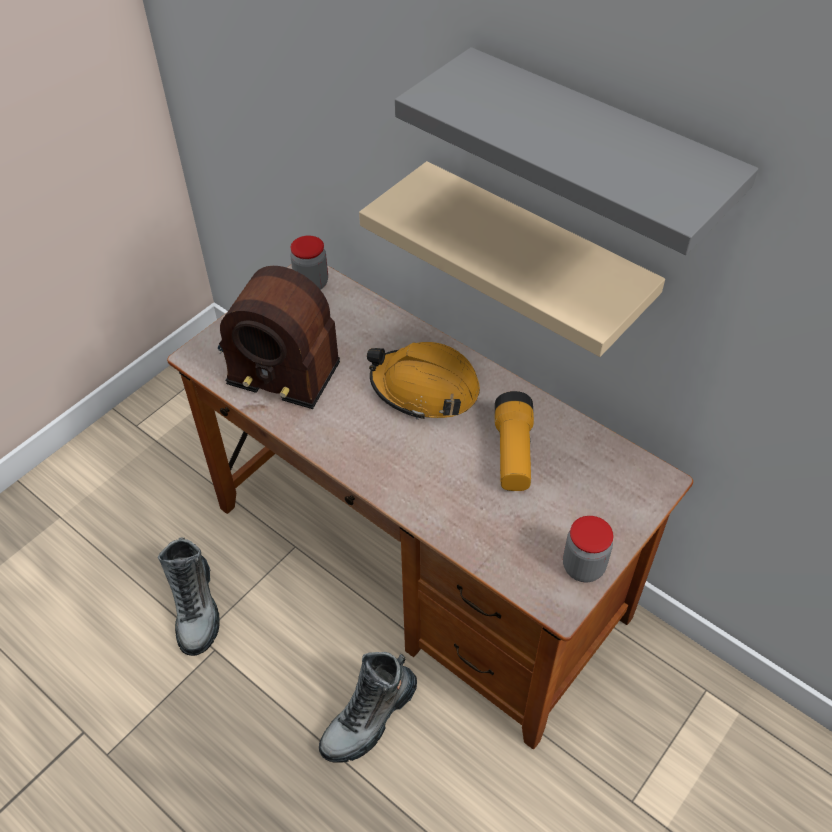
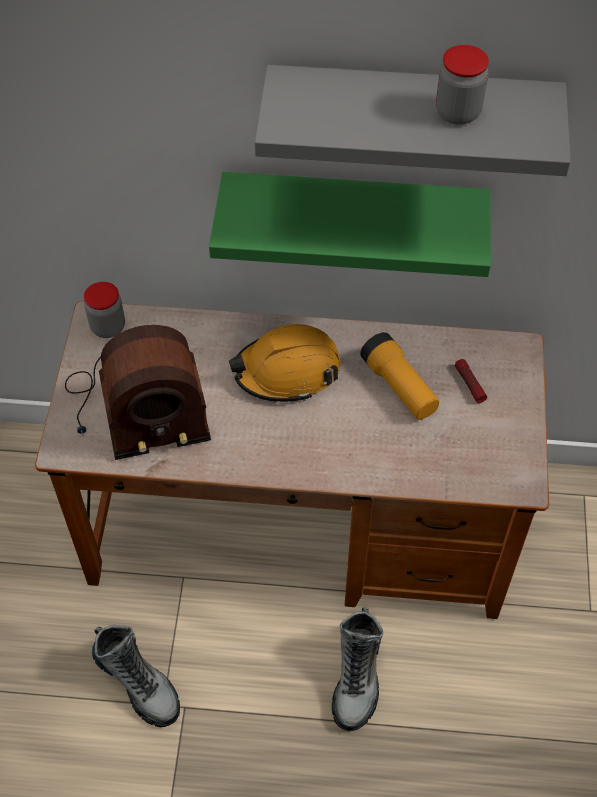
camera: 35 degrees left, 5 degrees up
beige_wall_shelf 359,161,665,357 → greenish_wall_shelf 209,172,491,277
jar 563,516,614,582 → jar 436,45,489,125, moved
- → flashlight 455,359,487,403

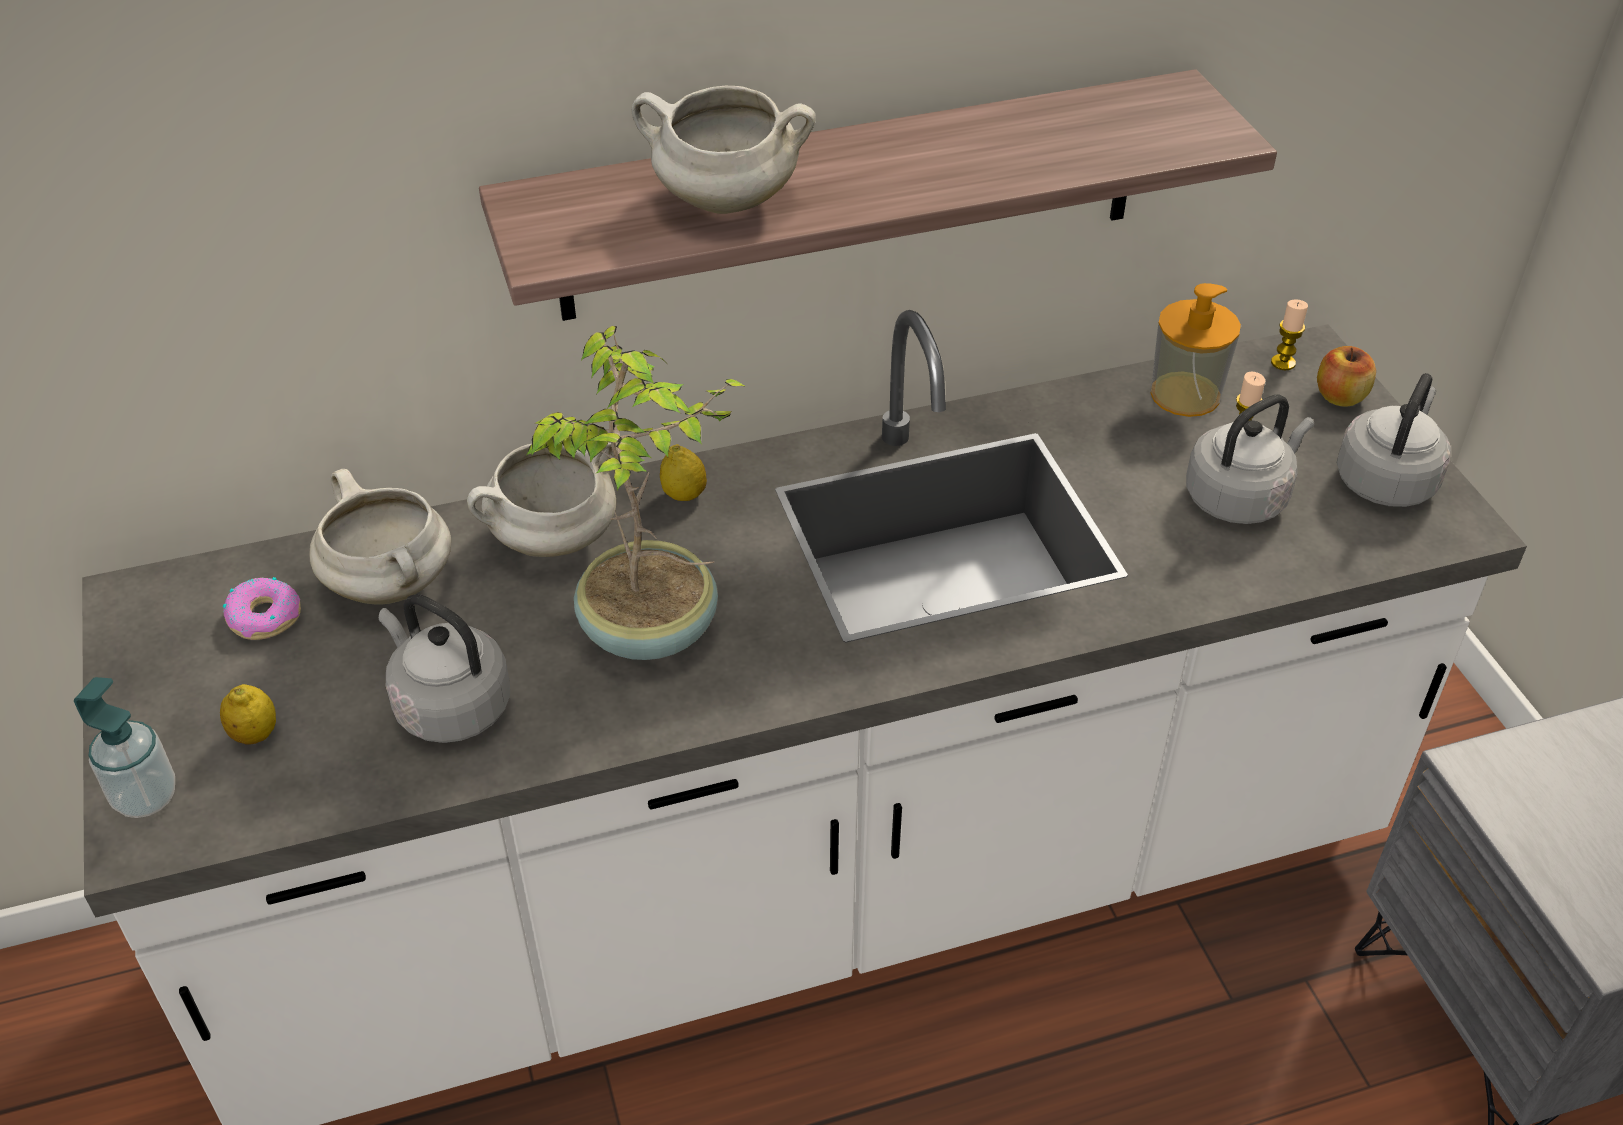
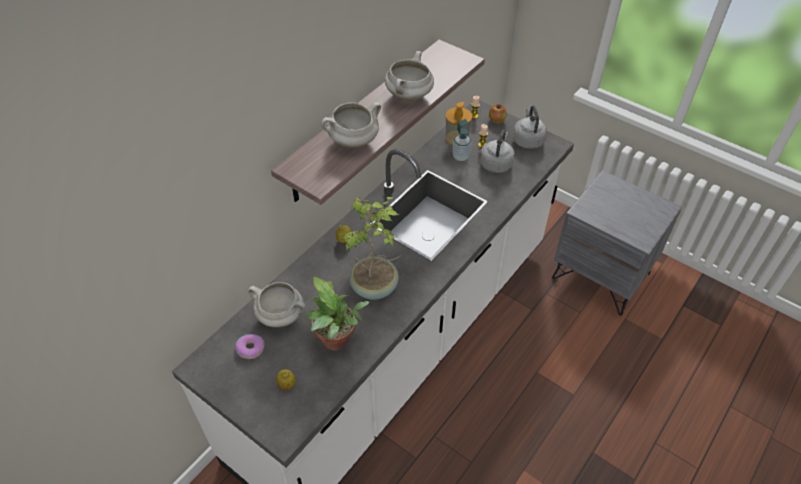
camera: 35 degrees left, 5 degrees up
grey_kettle 379,594,510,743 → potted_plant 307,276,370,351
white-coloured_cooking_pot 467,442,616,557 → white-coloured_cooking_pot 385,51,434,101, moved
soap_dispenser 74,677,175,818 → soap_dispenser 453,119,472,161, moved

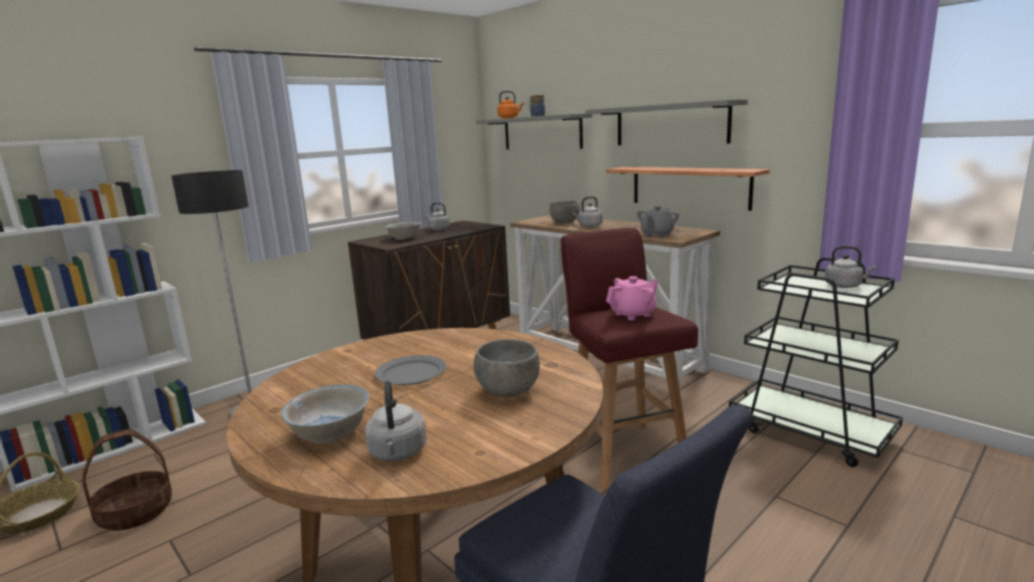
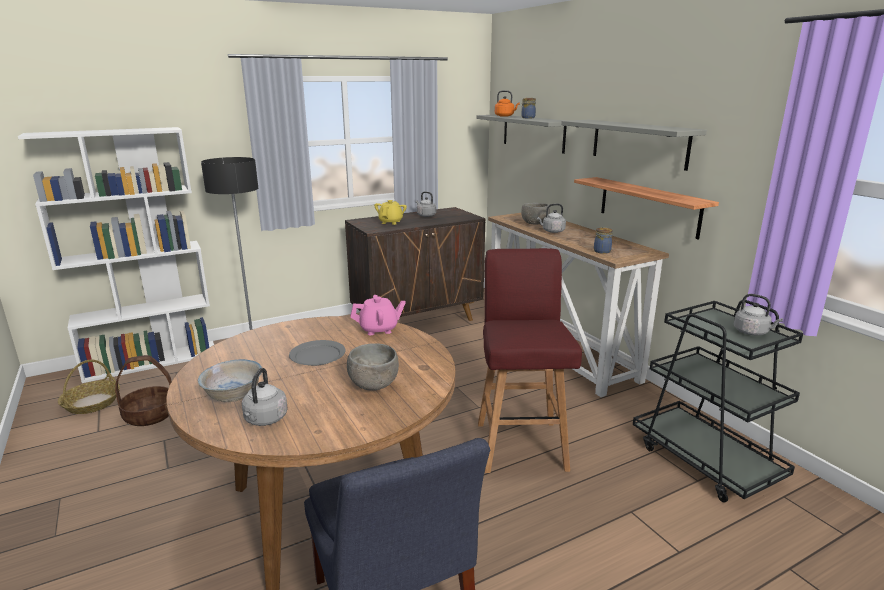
camera: 15 degrees right, 5 degrees up
pink-coloured_teapot 606,276,658,320 → pink-coloured_teapot 350,295,406,335, moved
white-coloured_serving_bowl 385,222,421,240 → yellowish_teapot 374,200,407,225
grey_teapot 637,206,679,238 → jar 594,227,613,254

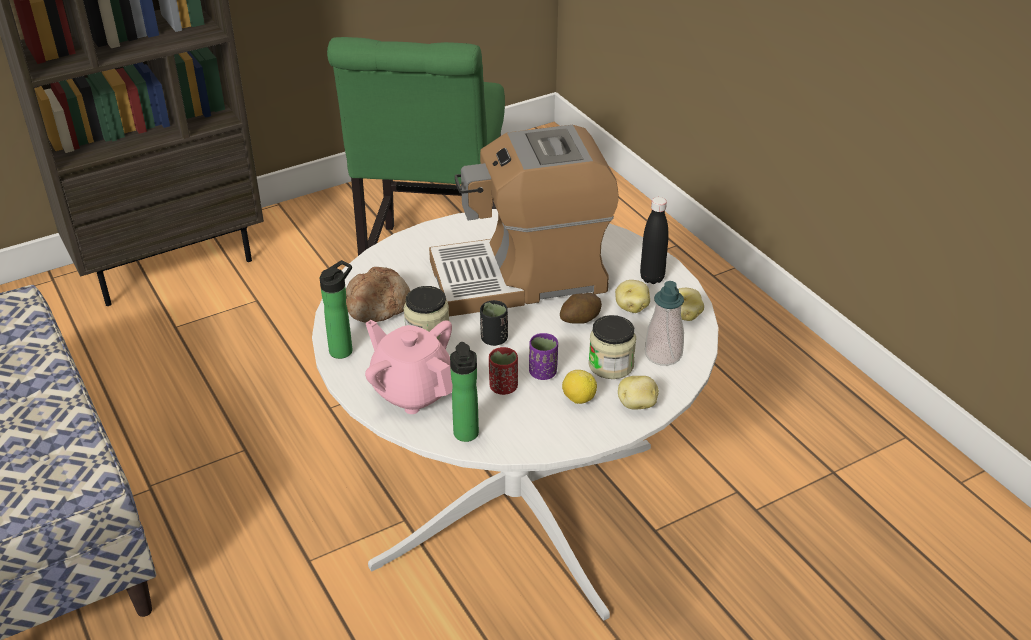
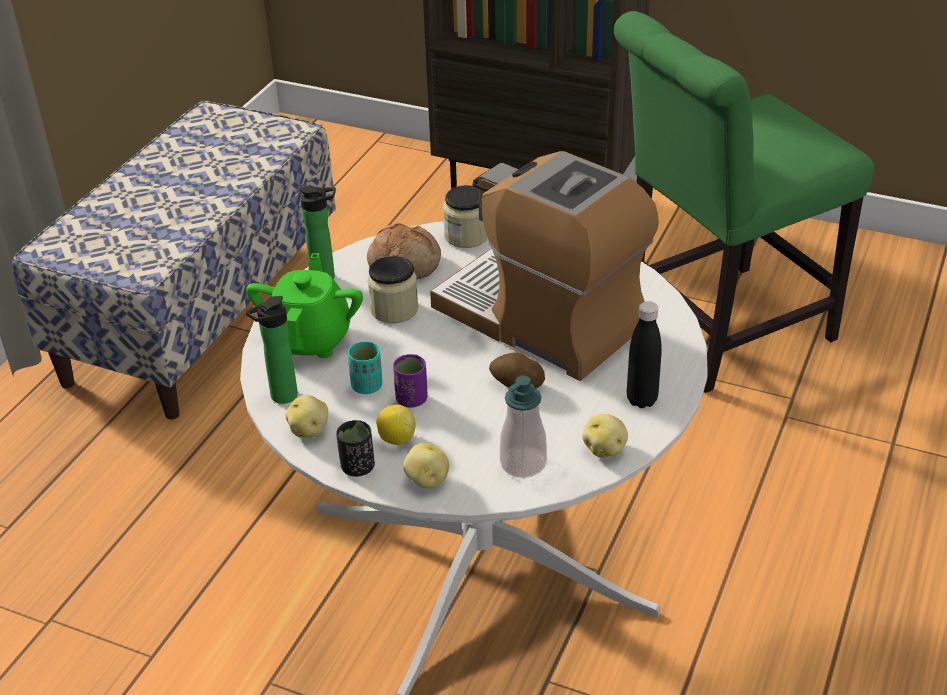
camera: 55 degrees right, 0 degrees up
pink-coloured_teapot 365,320,453,414 → greenish_teapot 246,253,363,358
spud 615,280,650,313 → spud 285,395,328,438, moved
black_small_cup 480,300,508,346 → black_small_cup 336,420,375,477, moved
red_small_cup 489,347,518,395 → blue-green_small_cup 348,341,382,394
jar 589,315,636,379 → jar 443,185,488,248, moved

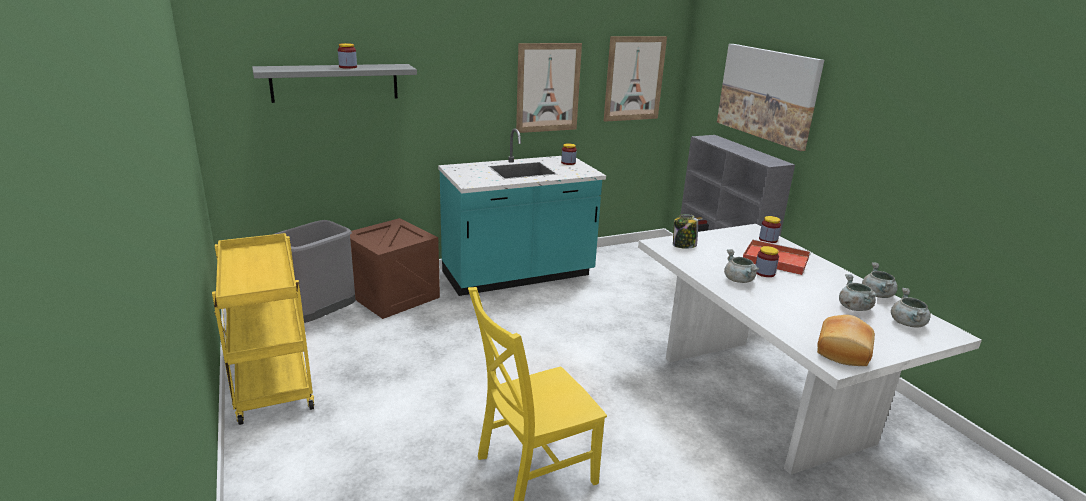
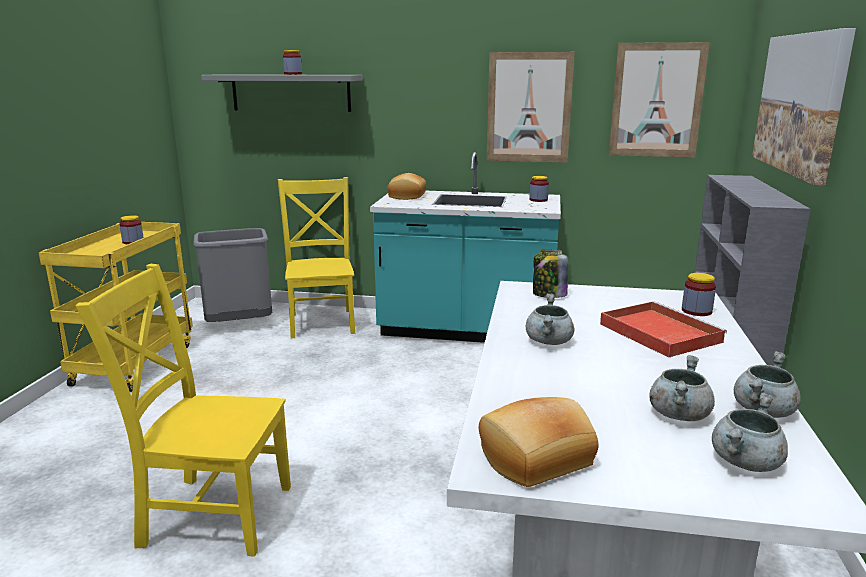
camera: 35 degrees right, 5 degrees down
jar 755,246,779,277 → jar 119,215,144,245, moved
shipping_crate 350,218,440,319 → yellowish_chair 278,177,355,338
- → bread 387,173,426,200

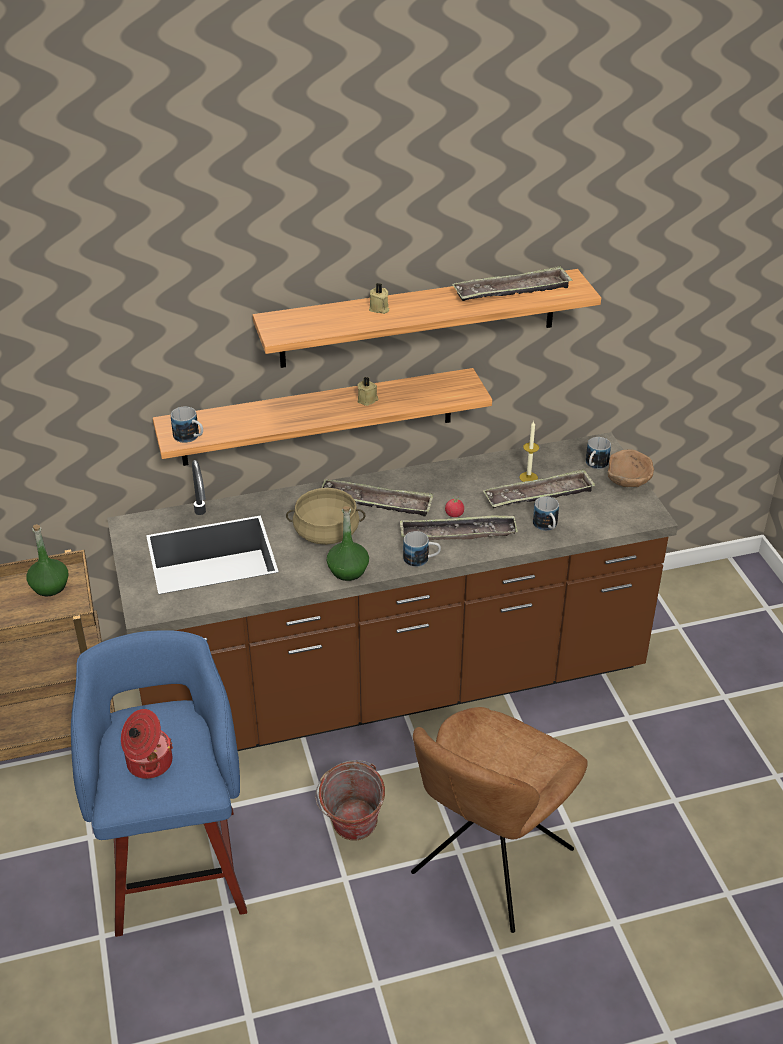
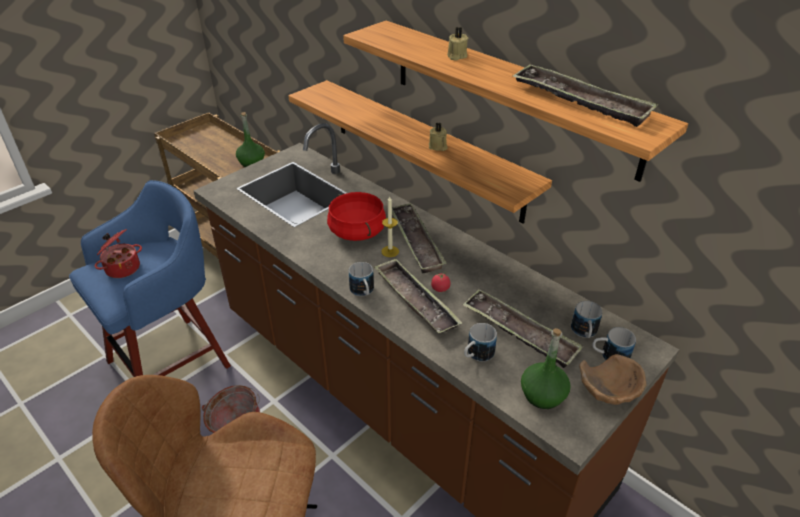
camera: 60 degrees right, 0 degrees up
beige_cooking_pot 286,488,365,545 → red_cooking_pot 327,192,386,241
wax_light 519,421,539,482 → wax_light 381,196,399,257, moved
greenish_beverage_bottle 327,506,369,581 → greenish_beverage_bottle 521,328,571,409, moved
tea_mug 171,407,203,443 → tea_mug 571,301,602,338, moved

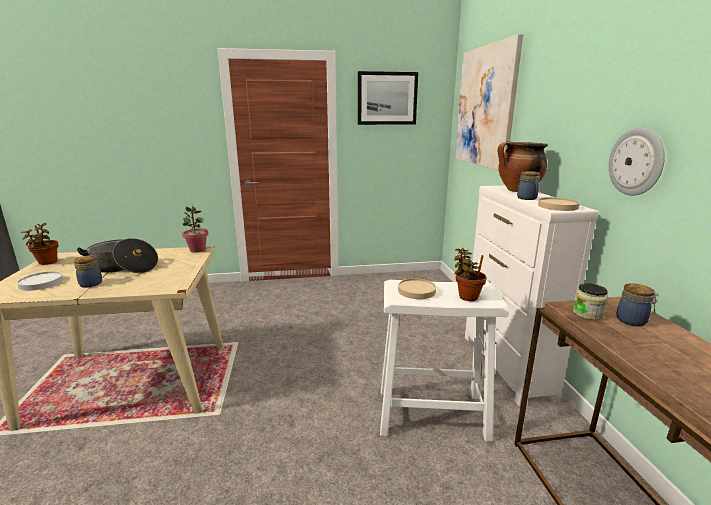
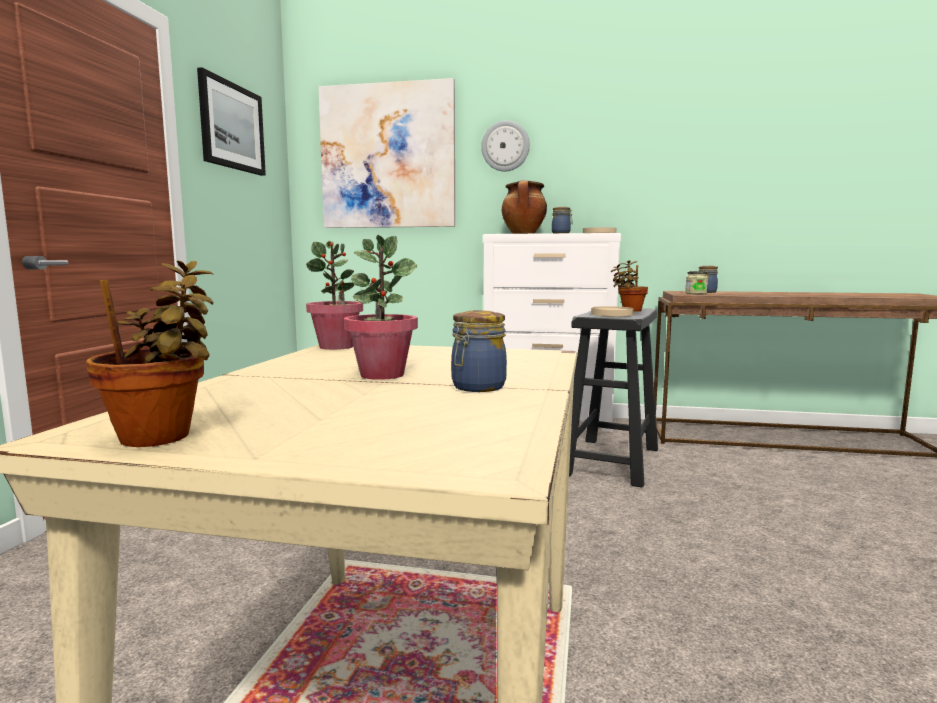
camera: 70 degrees left, 10 degrees down
cooking_pot 77,238,158,273 → potted_plant 344,235,418,380
wall_clock 609,128,665,196 → wall_clock 481,120,530,171, moved
white-coloured_sitting_stool 380,280,509,442 → black_sitting_stool 569,308,658,488
white-coloured_dinner_plate 17,271,63,291 → -

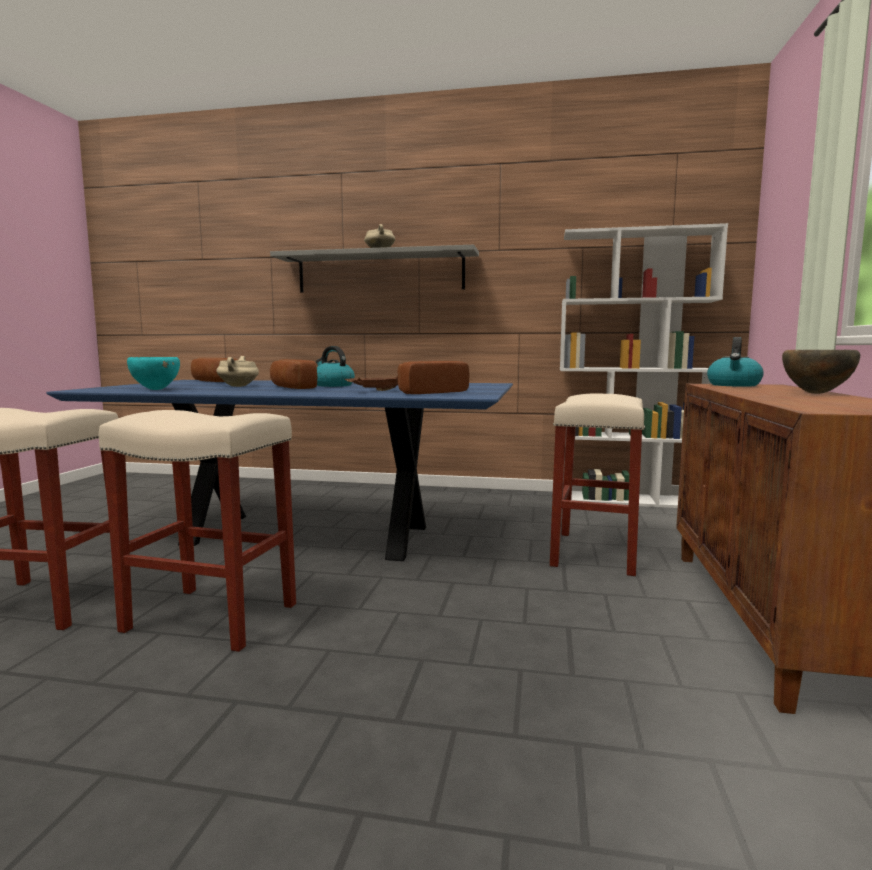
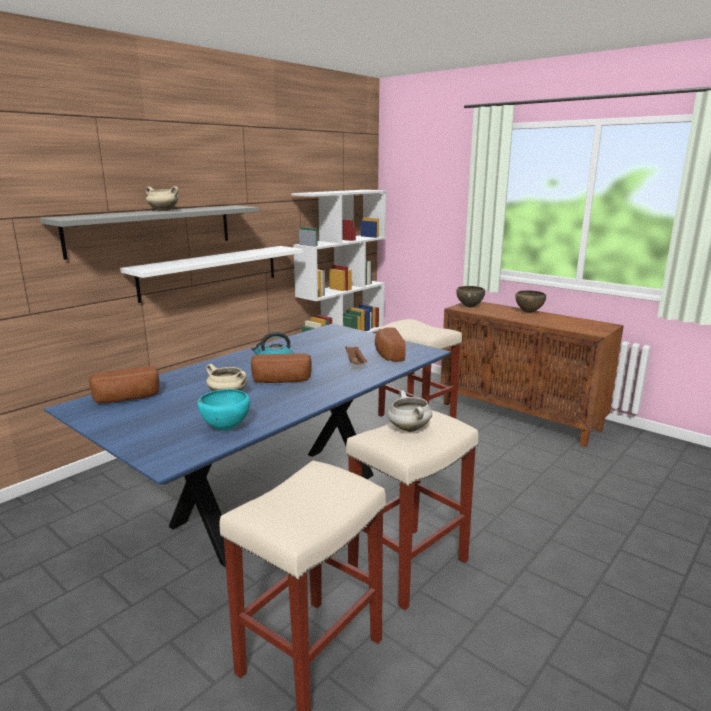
camera: 60 degrees left, 10 degrees up
- → white-coloured_wall_shelf 120,246,303,303
- → white-coloured_cooking_pot 387,390,432,432
kettle 707,337,764,387 → brown-coloured_serving_bowl 456,286,485,307

